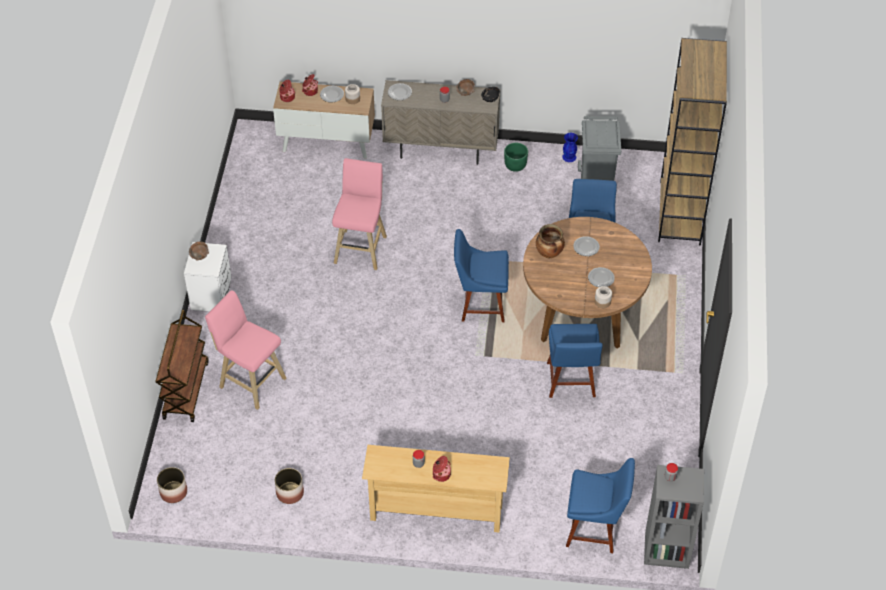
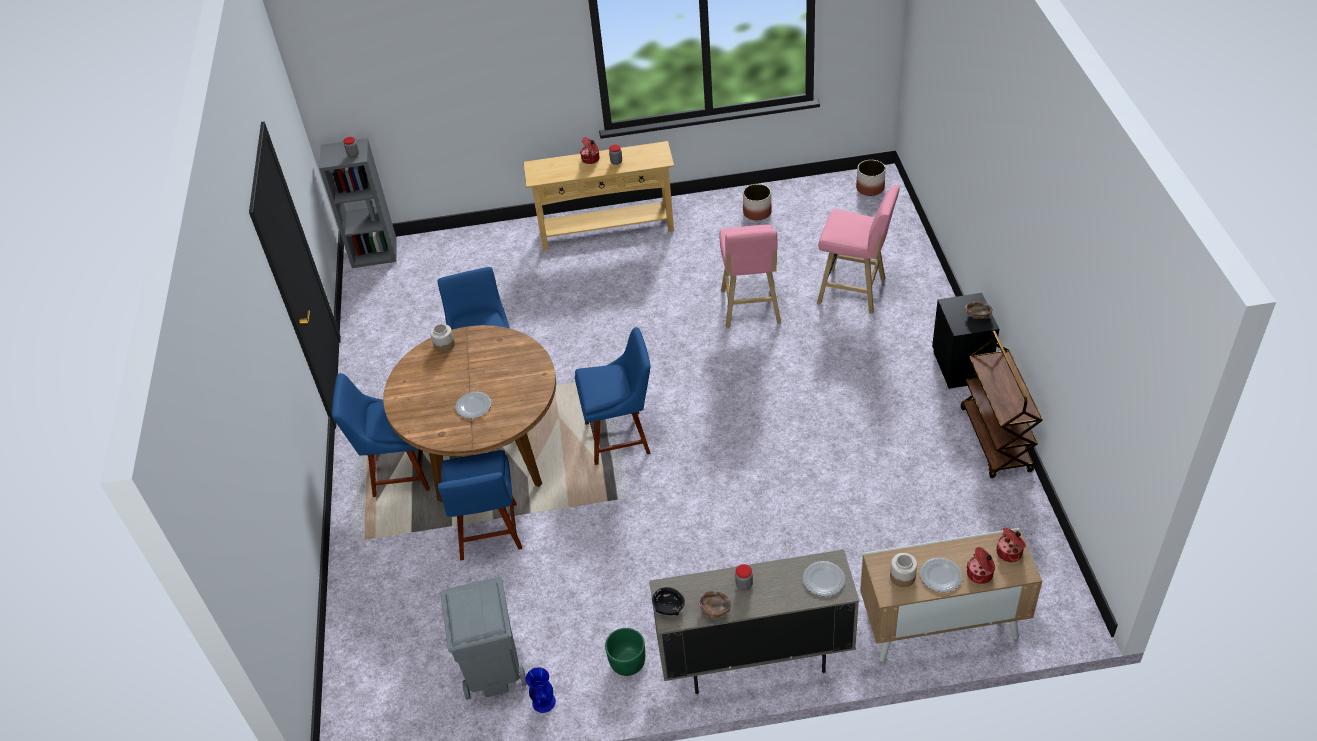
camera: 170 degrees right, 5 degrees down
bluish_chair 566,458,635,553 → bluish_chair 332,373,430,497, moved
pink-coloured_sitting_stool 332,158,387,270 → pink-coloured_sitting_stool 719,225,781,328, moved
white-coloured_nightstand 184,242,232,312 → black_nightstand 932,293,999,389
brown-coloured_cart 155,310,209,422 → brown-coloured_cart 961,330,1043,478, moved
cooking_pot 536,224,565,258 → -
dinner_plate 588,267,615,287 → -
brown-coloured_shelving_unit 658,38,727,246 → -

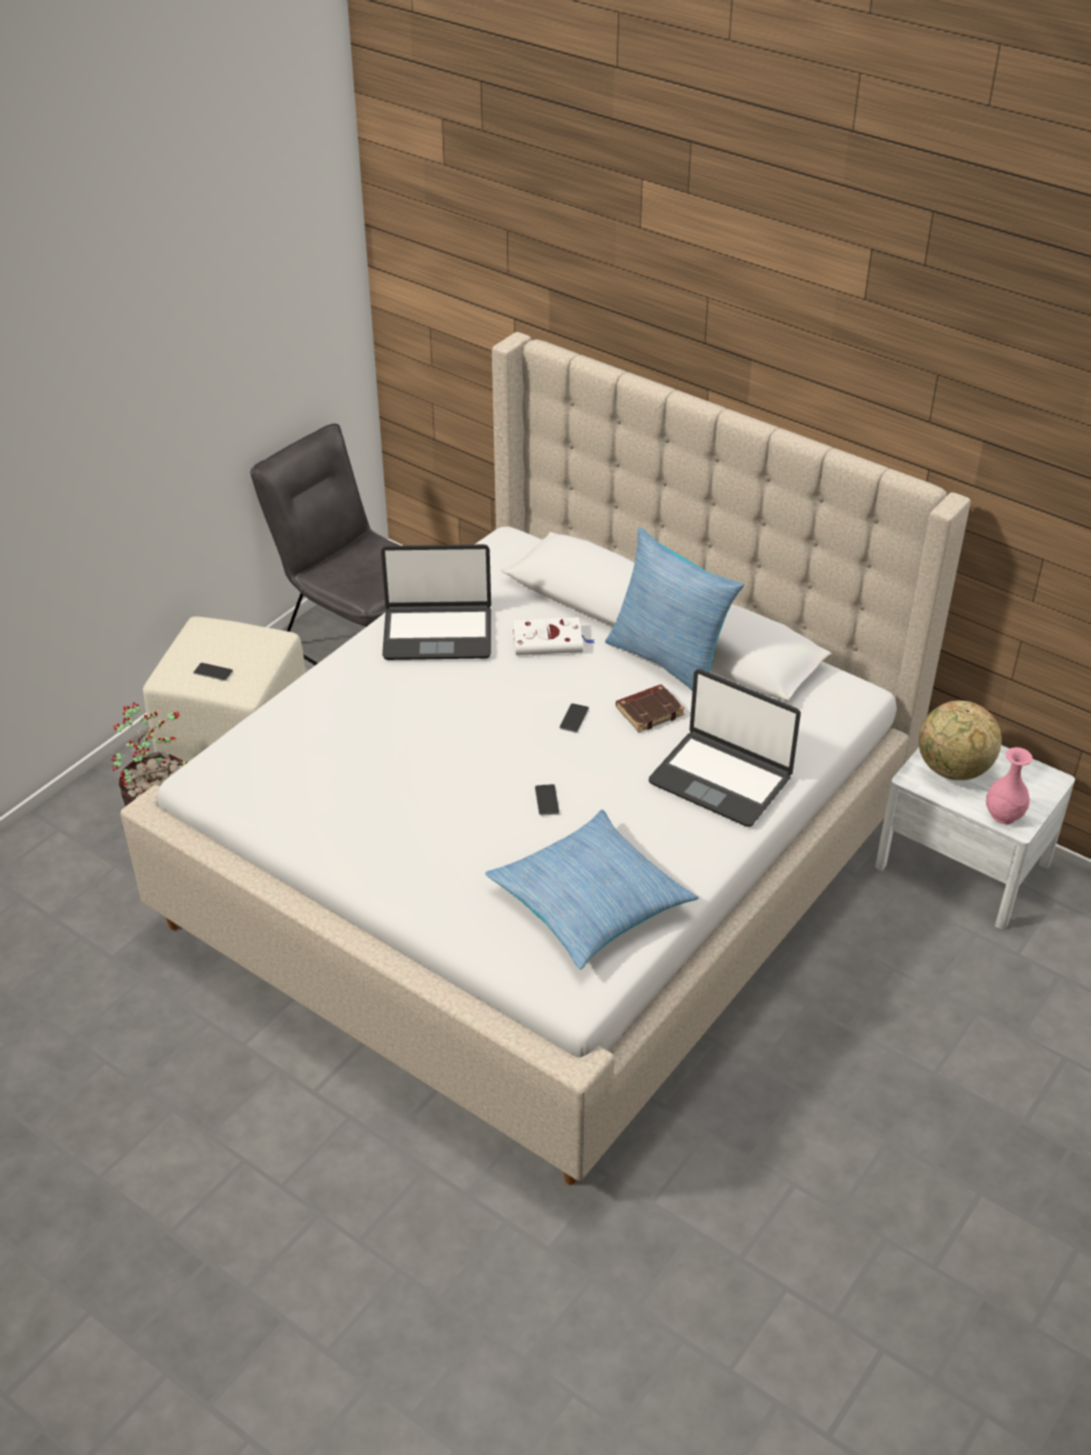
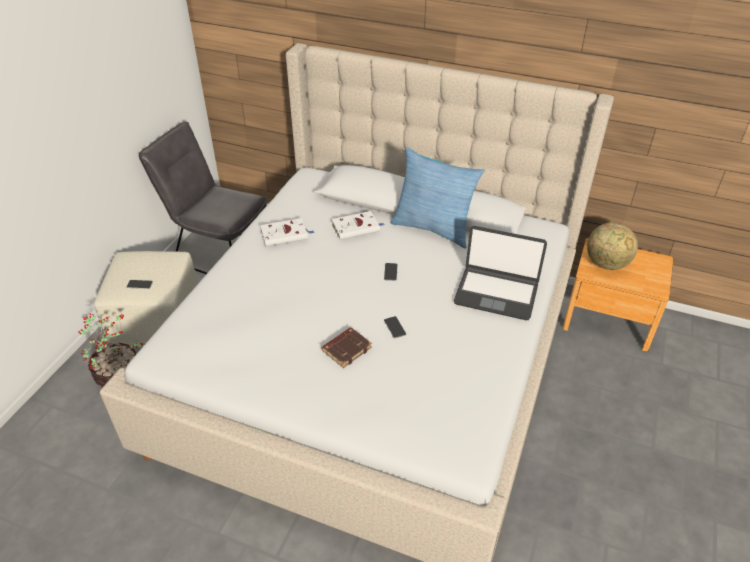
camera: 15 degrees left, 0 degrees up
laptop 381,544,491,660 → white-coloured_book 260,218,314,247
brown-coloured_book 616,684,685,732 → brown-coloured_book 322,327,372,368, moved
white-coloured_nightstand 875,745,1075,929 → brown-coloured_nightstand 563,238,673,352
throw_pillow 485,810,699,969 → -
pink-coloured_vase 986,747,1033,824 → -

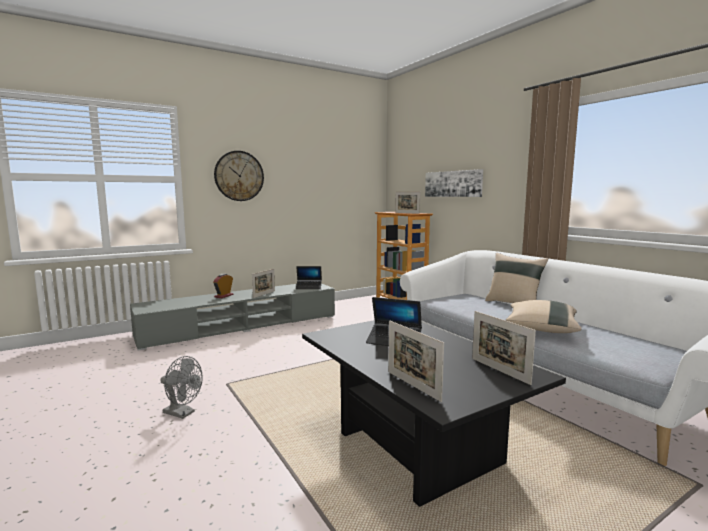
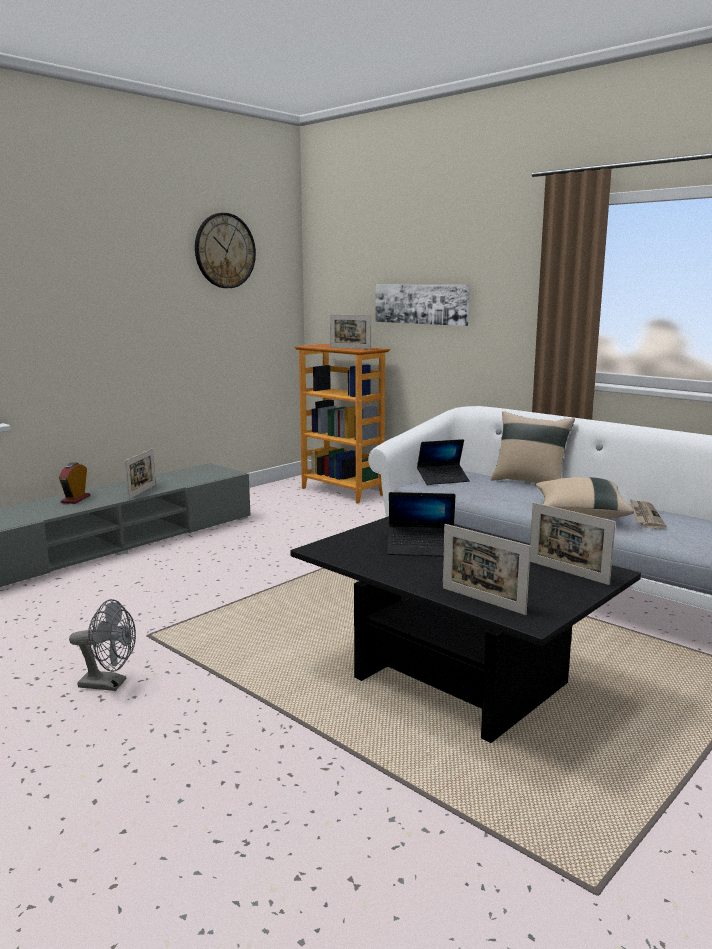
camera: 15 degrees left, 5 degrees up
wall_clock 214,151,264,201 → wall_clock 195,213,256,288, moved
laptop 296,266,322,289 → laptop 417,439,470,485, moved
- → daily_paper 630,499,667,529

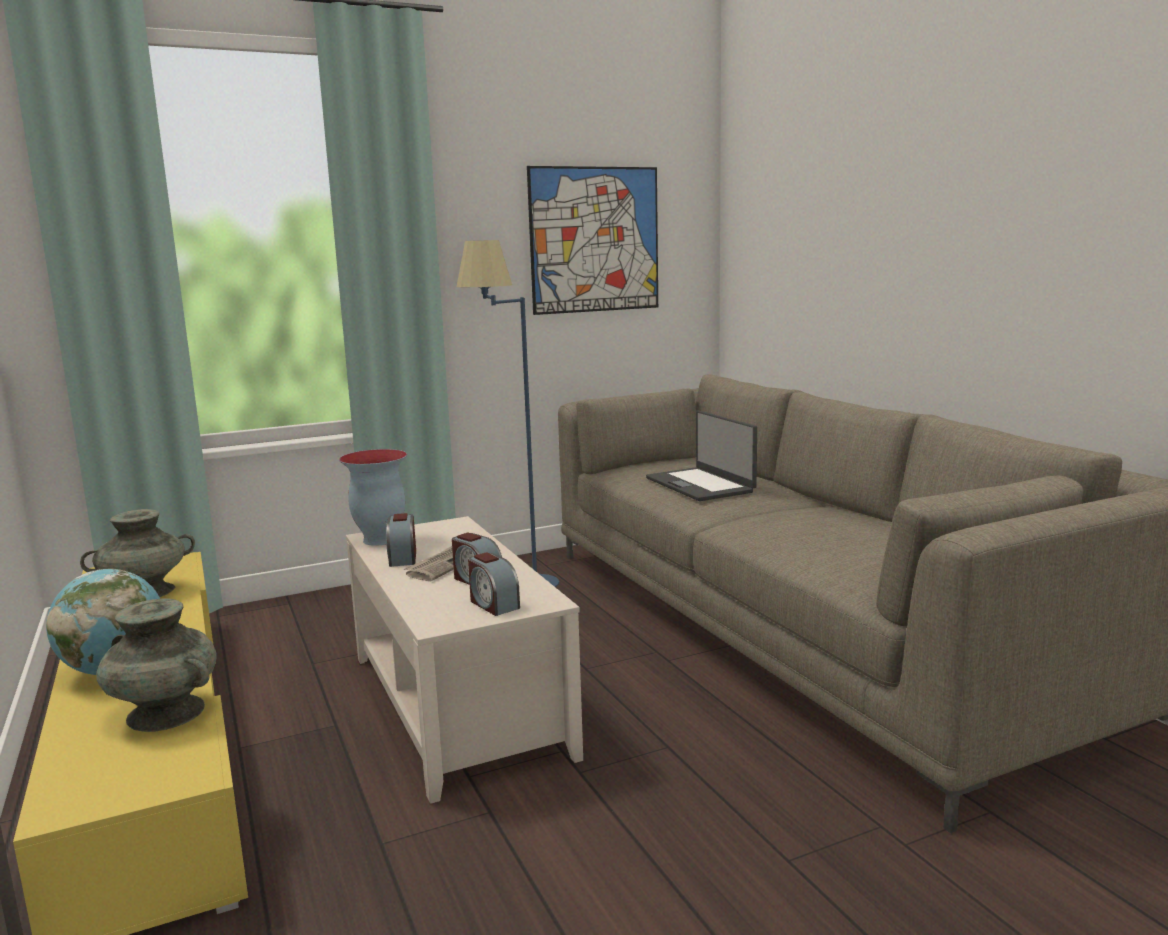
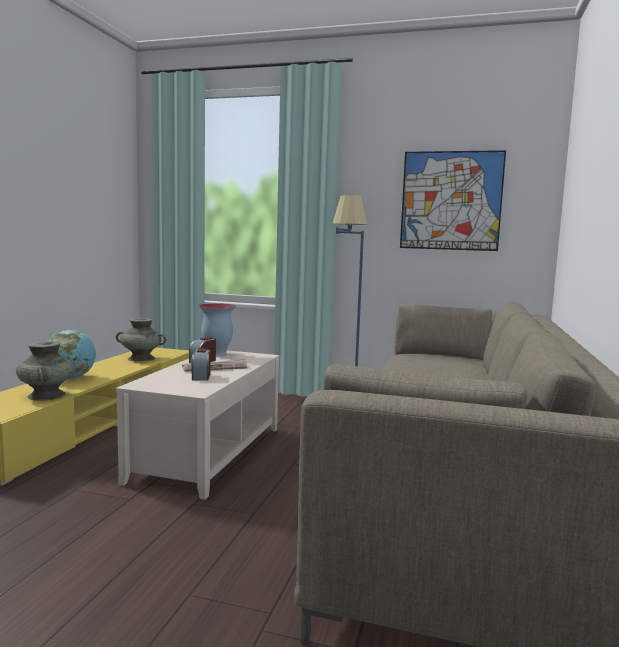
camera: 40 degrees right, 5 degrees down
table_clock 468,552,520,616 → -
laptop 646,410,757,501 → -

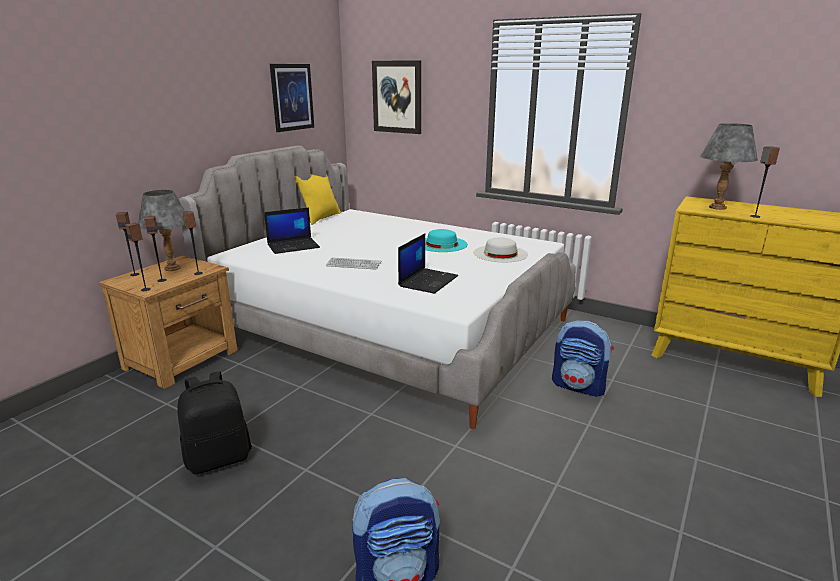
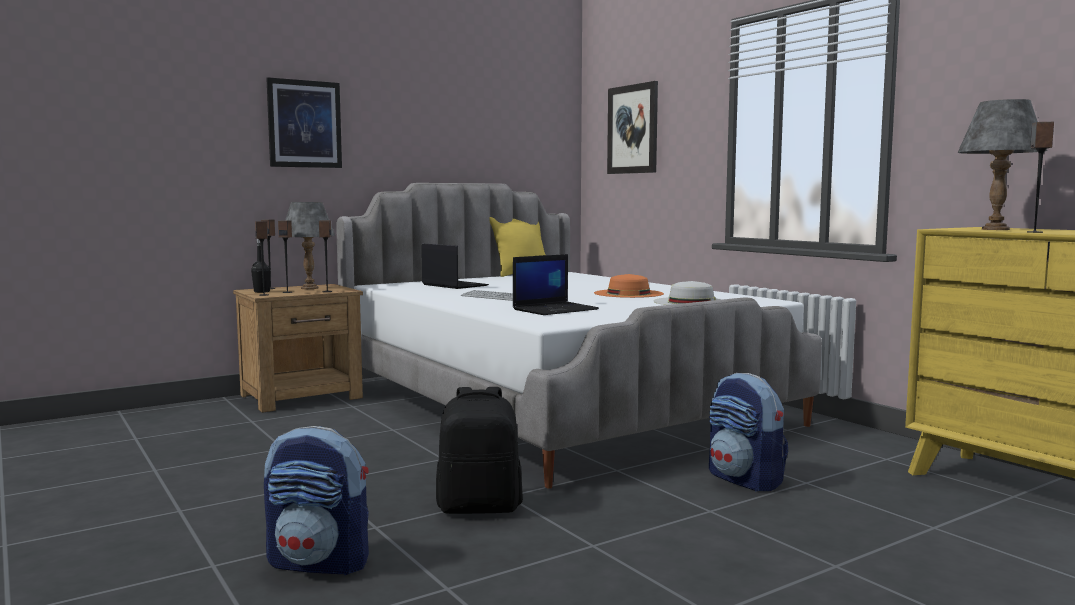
camera: 25 degrees right, 15 degrees down
- → black_beverage_bottle 251,239,271,293
wall_picture 270,64,314,132 → wall_picture 266,77,342,168, moved
laptop 264,208,320,254 → laptop 422,243,489,289, 135 degrees counterclockwise
black_backpack 178,371,252,474 → black_backpack 436,387,523,514, moved
blue-green_clothing_hat 425,229,468,252 → orange-coloured_clothing_hat 594,274,664,298

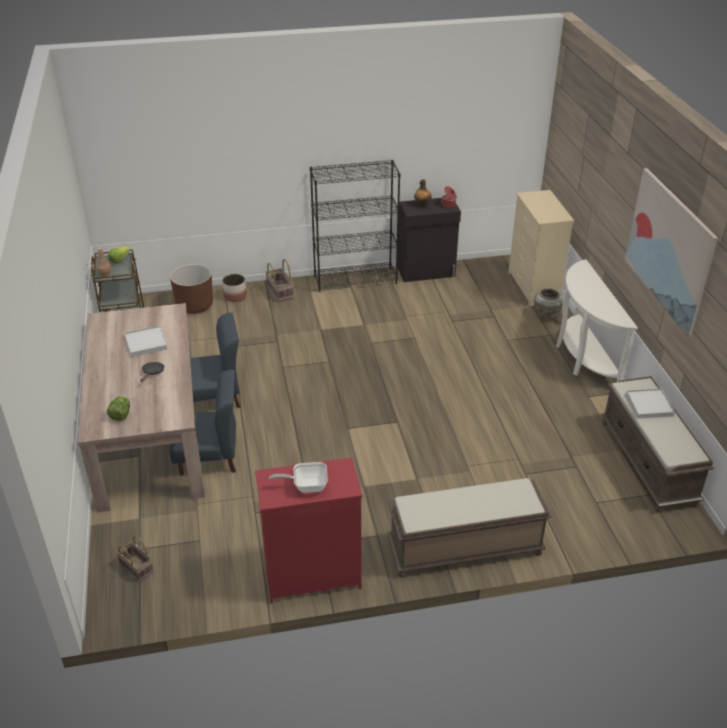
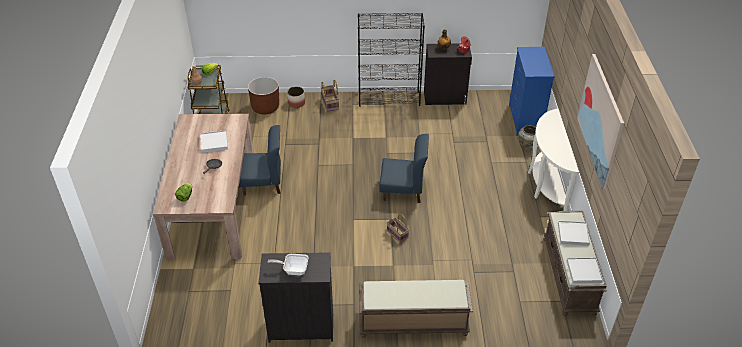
camera: 10 degrees right, 5 degrees up
red_dresser 255,457,362,603 → black_dresser 258,252,333,343
bluish_chair 170,370,236,476 → bluish_chair 379,134,429,203, moved
storage_basket 116,536,154,582 → storage_basket 387,214,409,243, moved
beige_dresser 508,190,574,306 → bluish_dresser 509,47,555,136
- → white-coloured_serving_tray 567,258,603,284

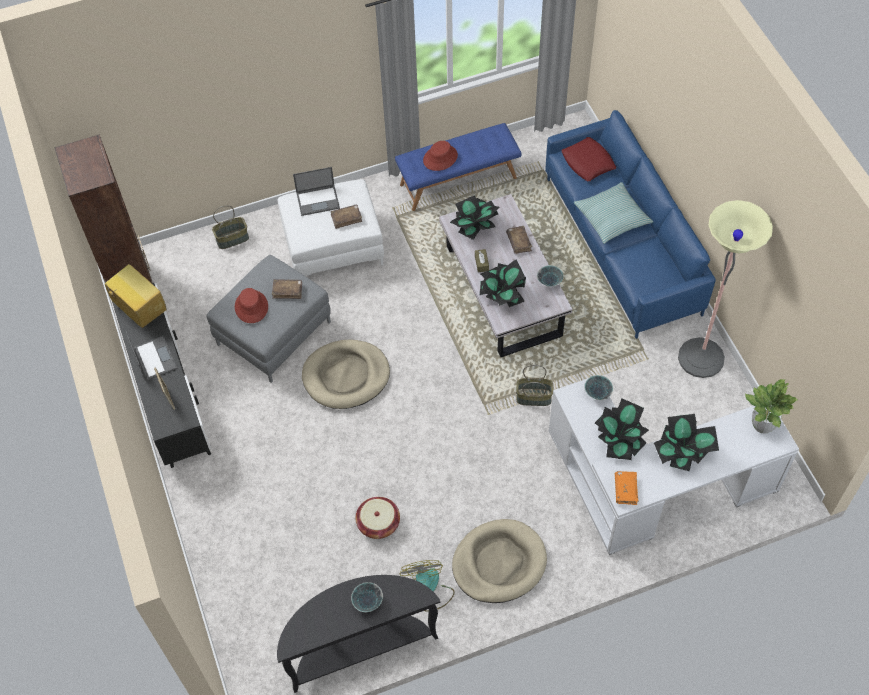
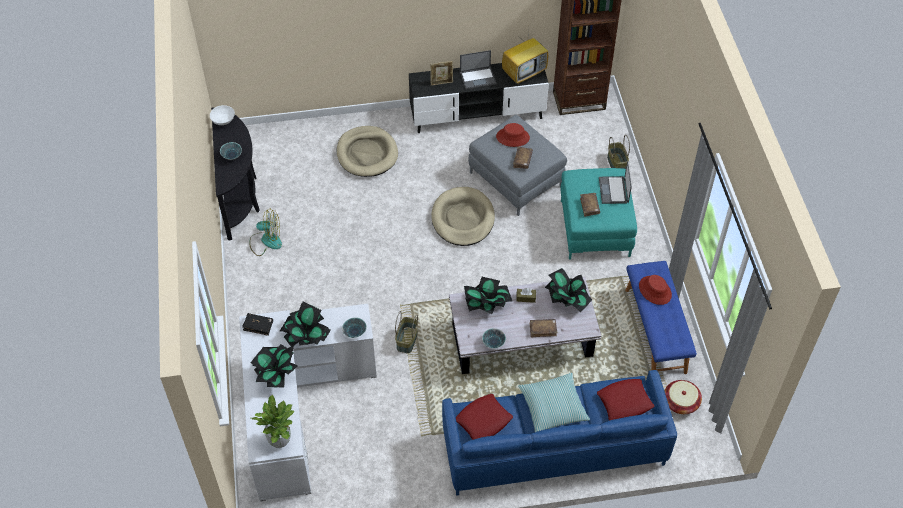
camera: 100 degrees right, 5 degrees down
- → white-coloured_serving_bowl 210,105,235,125
orange-coloured_book 615,471,639,505 → black_book 242,313,273,336
beige_pet_bed 452,519,547,603 → beige_pet_bed 337,126,398,177, moved
- → red_throw_pillow 456,394,513,440
white-coloured_footrest 278,179,384,276 → blue-green_footrest 560,168,637,259
storage_basket 356,497,400,539 → storage_basket 665,380,702,414, moved
standard_lamp 678,200,773,378 → -

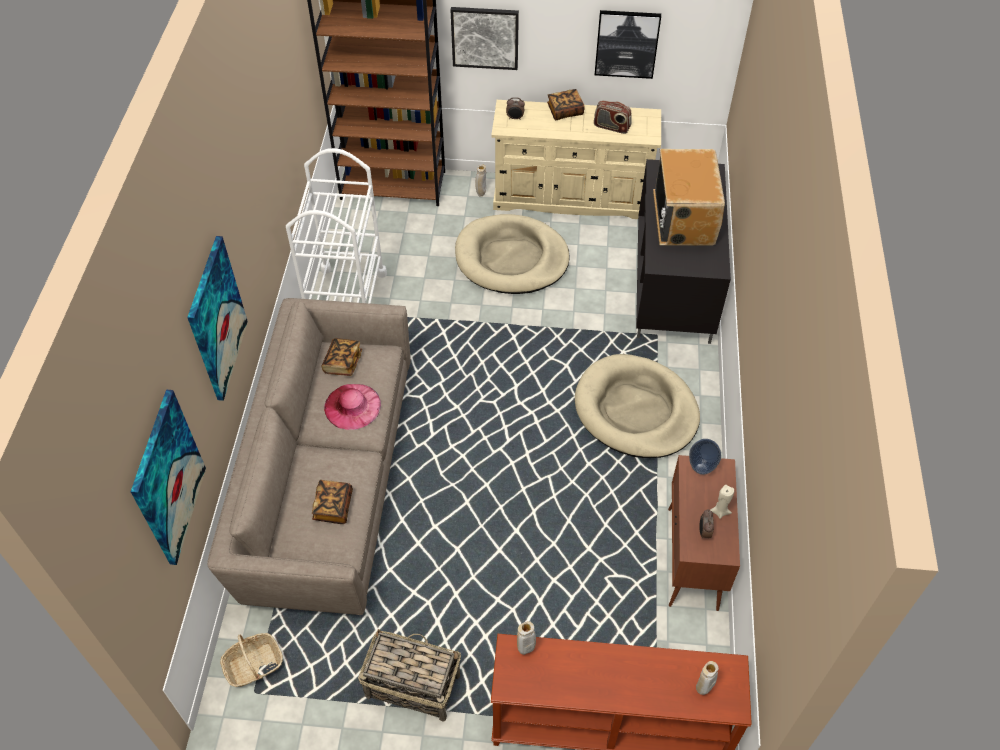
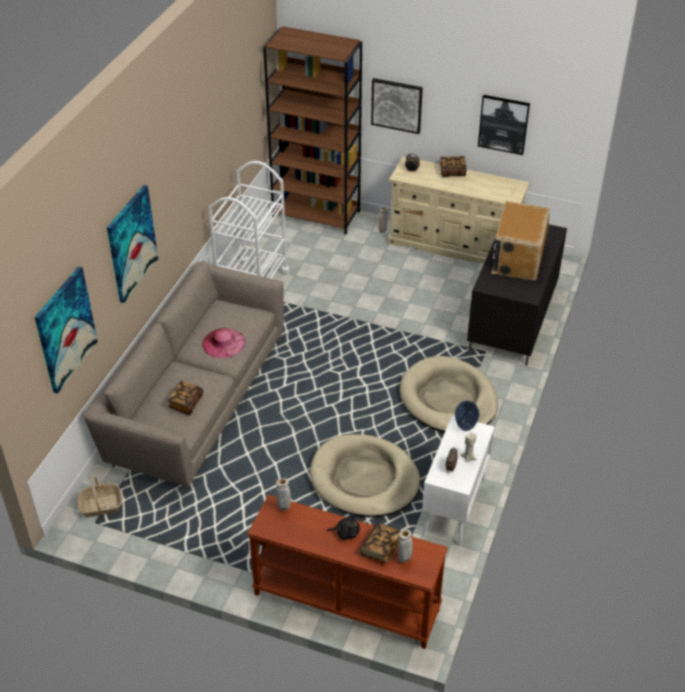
camera: 15 degrees right, 10 degrees down
beige_pet_bed 455,214,570,294 → beige_pet_bed 310,434,420,517, moved
- → black_soft_toy 327,515,360,540
book 322,338,362,376 → book 360,523,401,563, moved
brown-coloured_cupboard 668,455,740,611 → white-coloured_cupboard 422,416,495,546
storage_basket 358,629,461,722 → -
radio_receiver 594,100,632,134 → -

